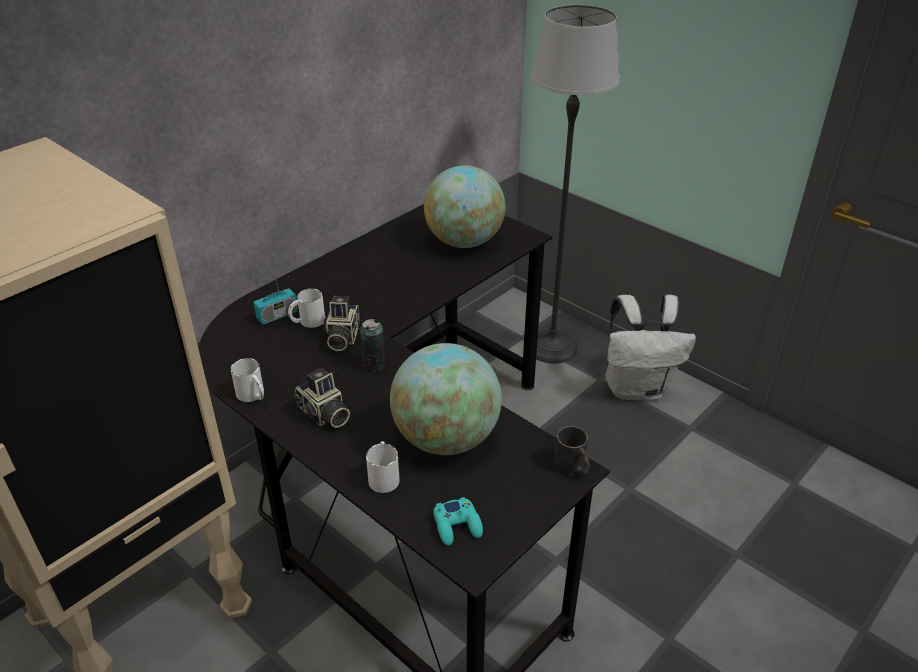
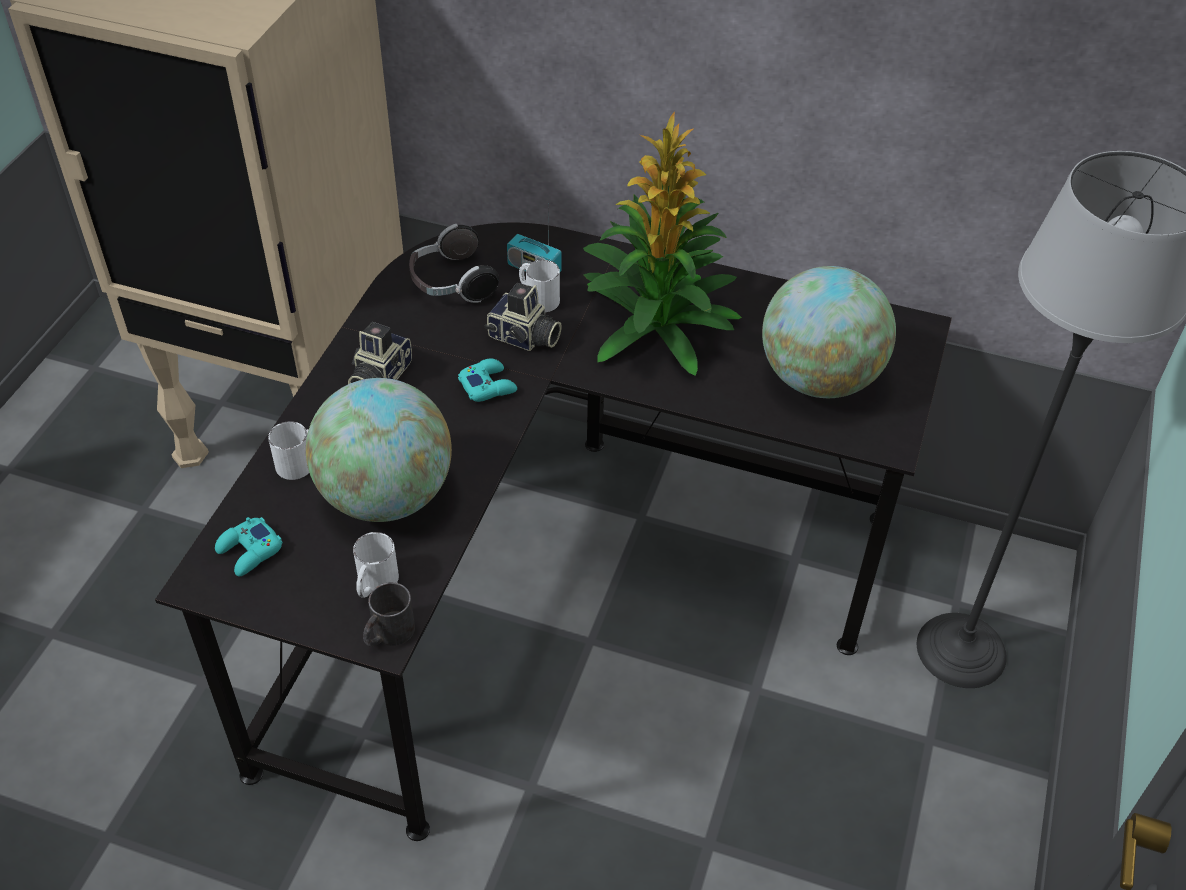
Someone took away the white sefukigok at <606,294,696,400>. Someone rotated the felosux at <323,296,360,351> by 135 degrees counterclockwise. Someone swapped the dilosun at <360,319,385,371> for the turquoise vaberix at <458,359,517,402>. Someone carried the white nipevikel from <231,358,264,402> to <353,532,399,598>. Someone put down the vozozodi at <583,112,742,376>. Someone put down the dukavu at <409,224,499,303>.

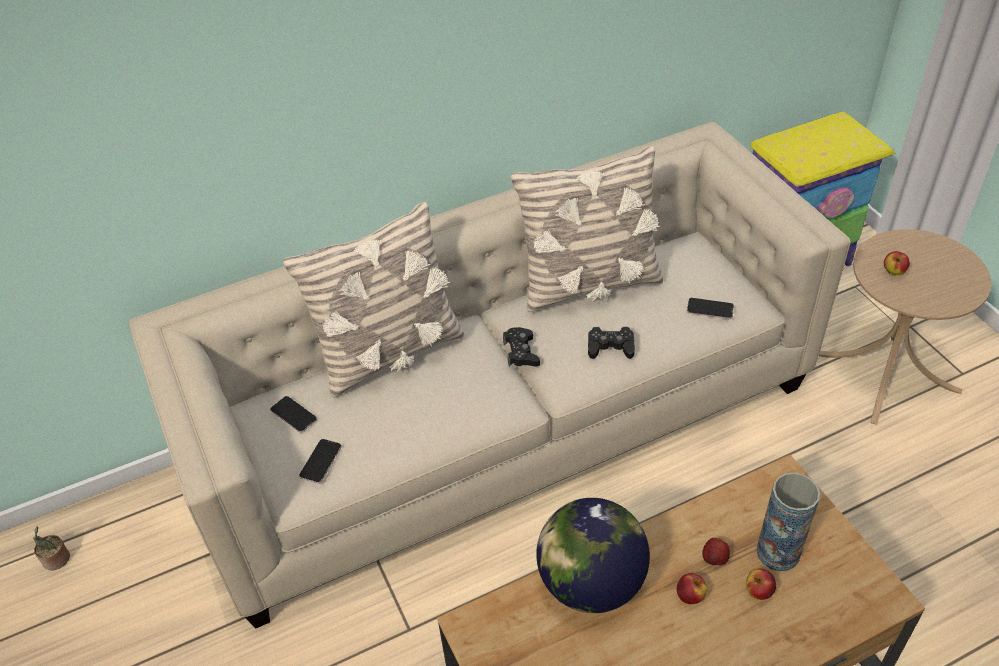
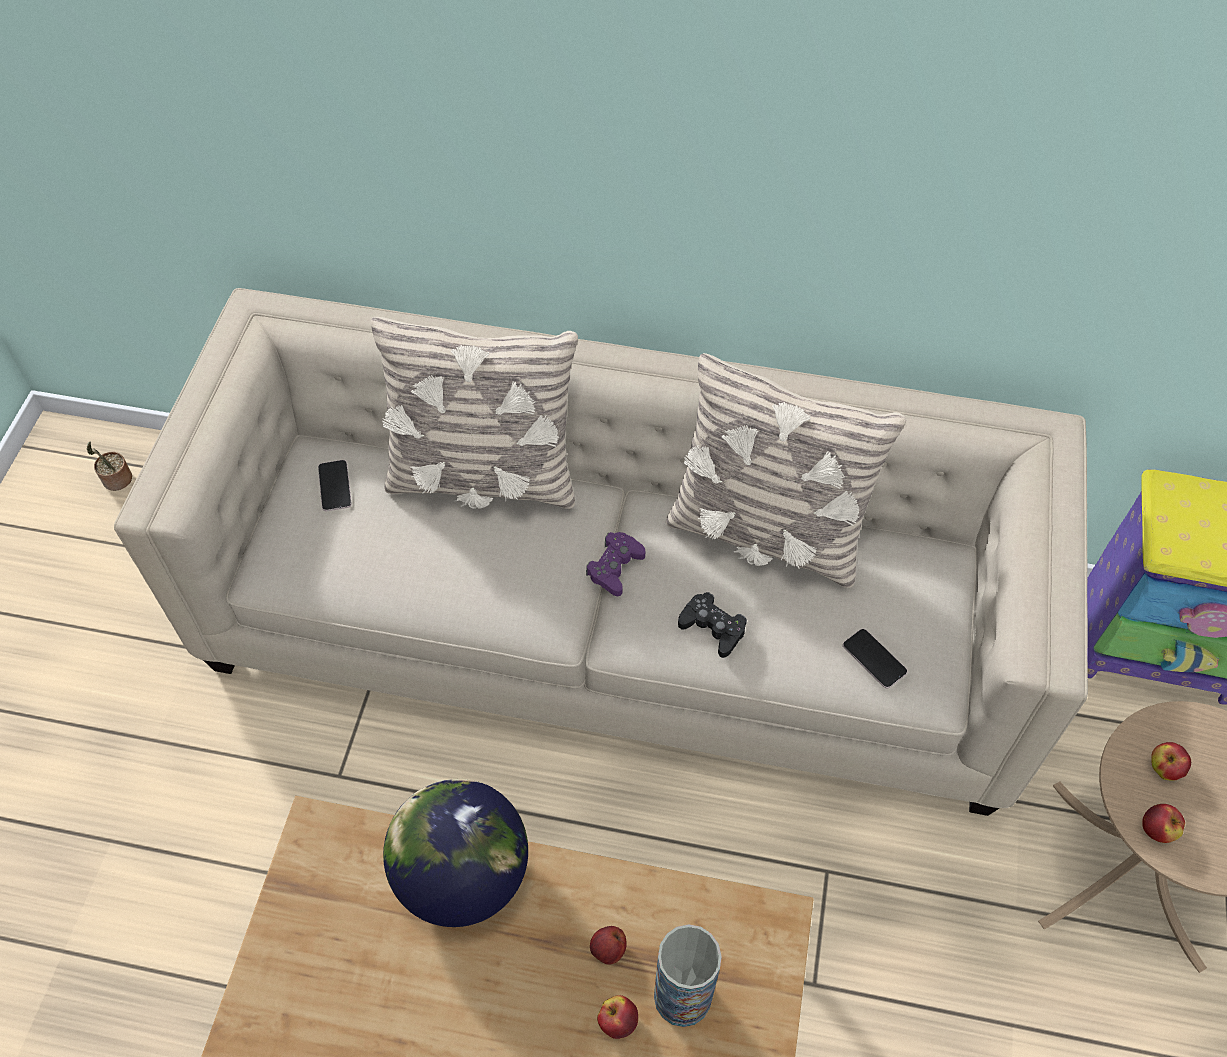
Someone repainted the black vaberix at <503,327,540,367>, which became the purple vaberix at <586,532,645,596>. Someone took away the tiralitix at <299,439,342,483>. Someone carried the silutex from <677,573,707,604> to <1142,804,1185,843>.

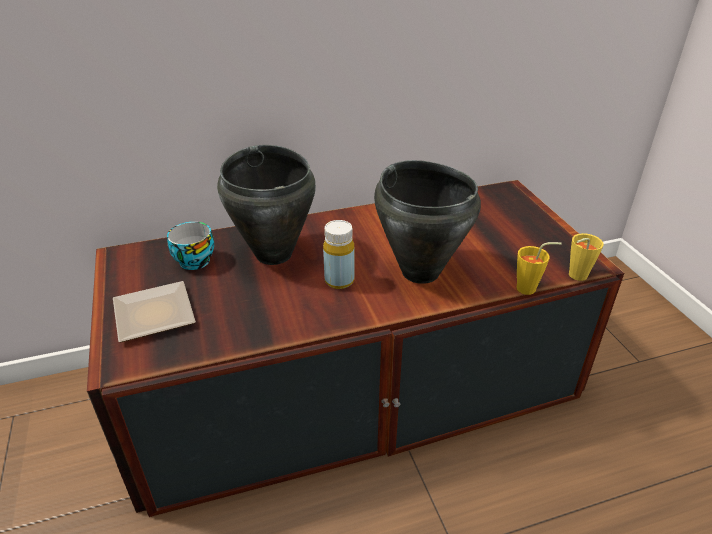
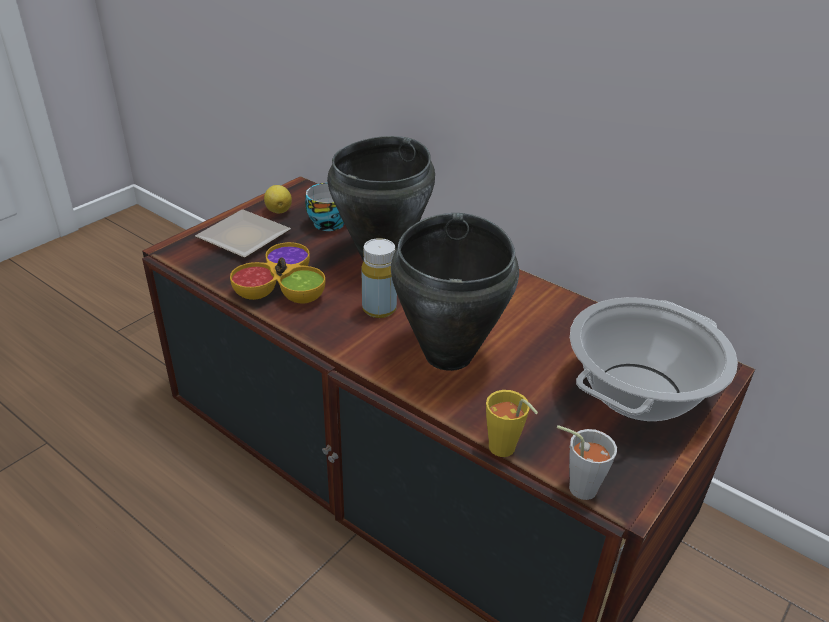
Someone repainted the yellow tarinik at <569,233,604,281>, which became the grey tarinik at <557,425,617,500>. Someone put down the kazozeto at <264,185,292,214>. Someone put down the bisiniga at <230,242,326,304>. Someone put down the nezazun at <570,297,738,421>.

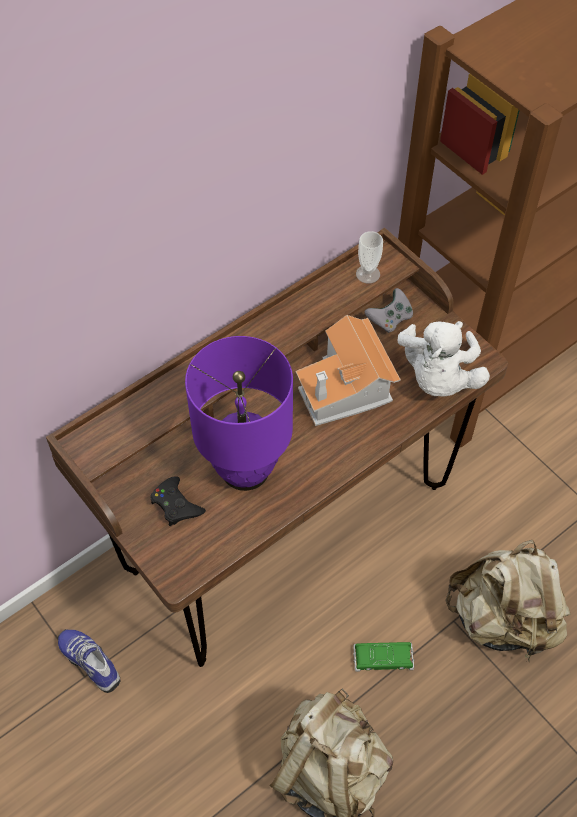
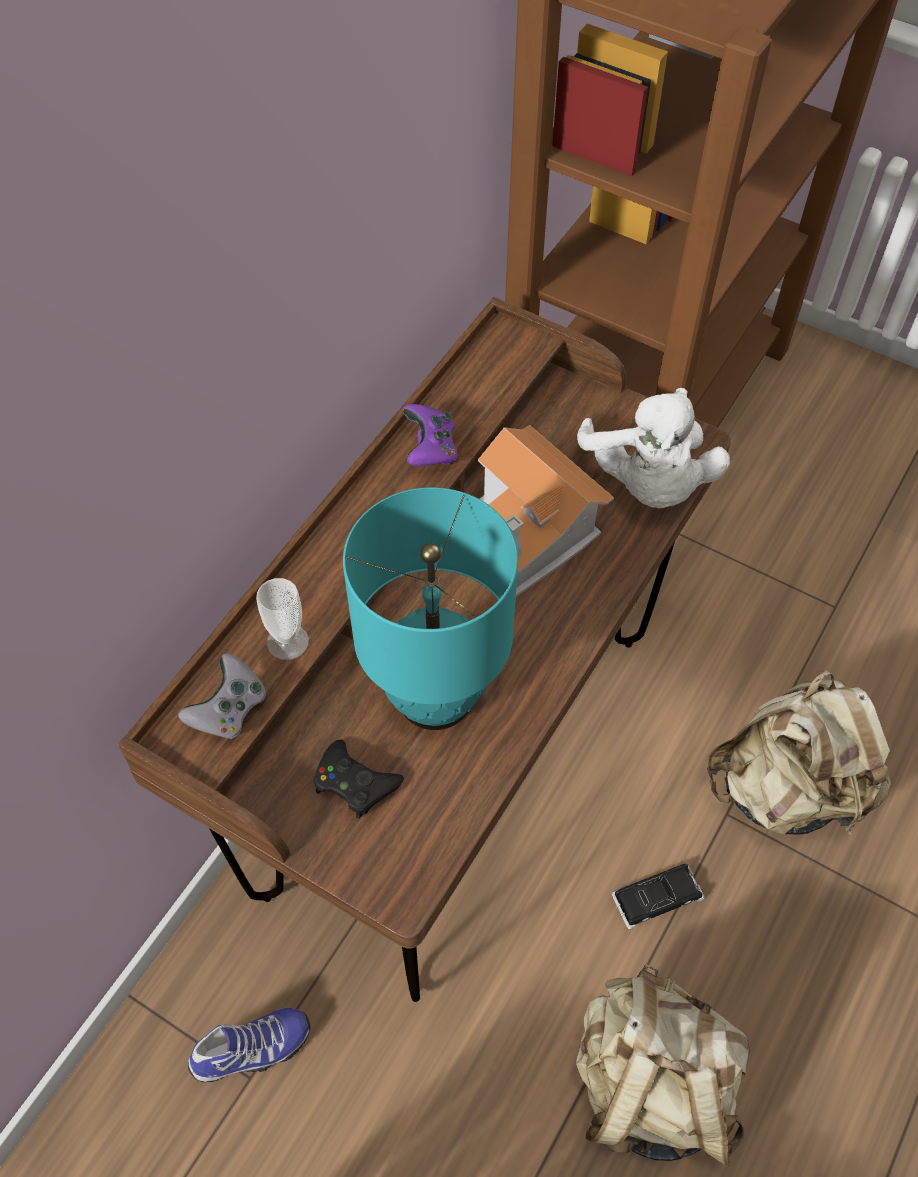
Someone carried the tarinik from <356,231,383,283> to <256,578,309,660>. Someone carried the grey vaberix from <365,288,413,333> to <178,653,266,739>. Someone repainted the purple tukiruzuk at <185,336,293,491>, which became the turquoise tukiruzuk at <343,487,518,730>. Someone rotated the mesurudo at <58,629,121,693> by 135 degrees clockwise. Someone repainted the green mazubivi at <353,642,414,672>, which became the black mazubivi at <612,863,704,929>. Someone put down the purple vaberix at <403,404,458,466>.

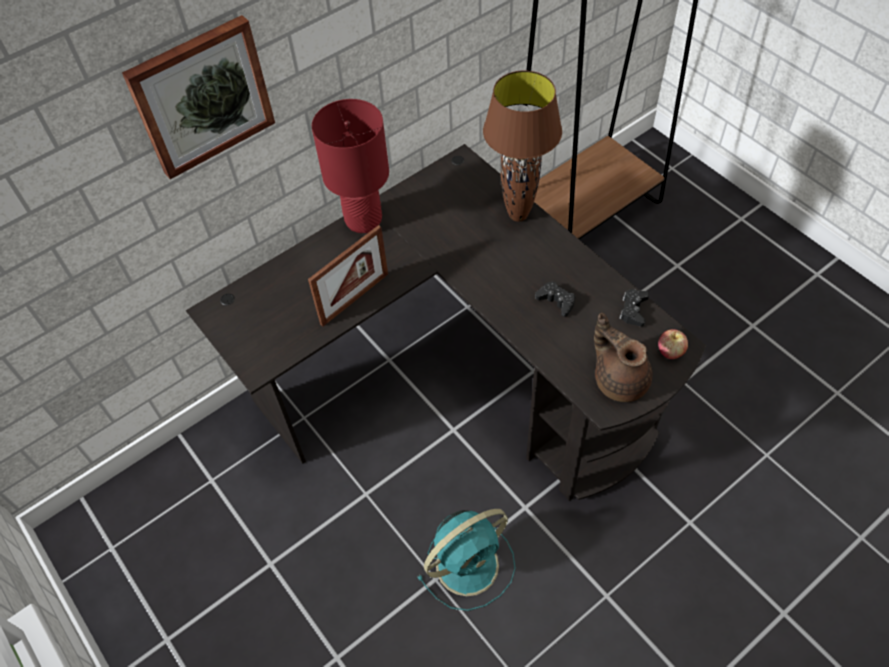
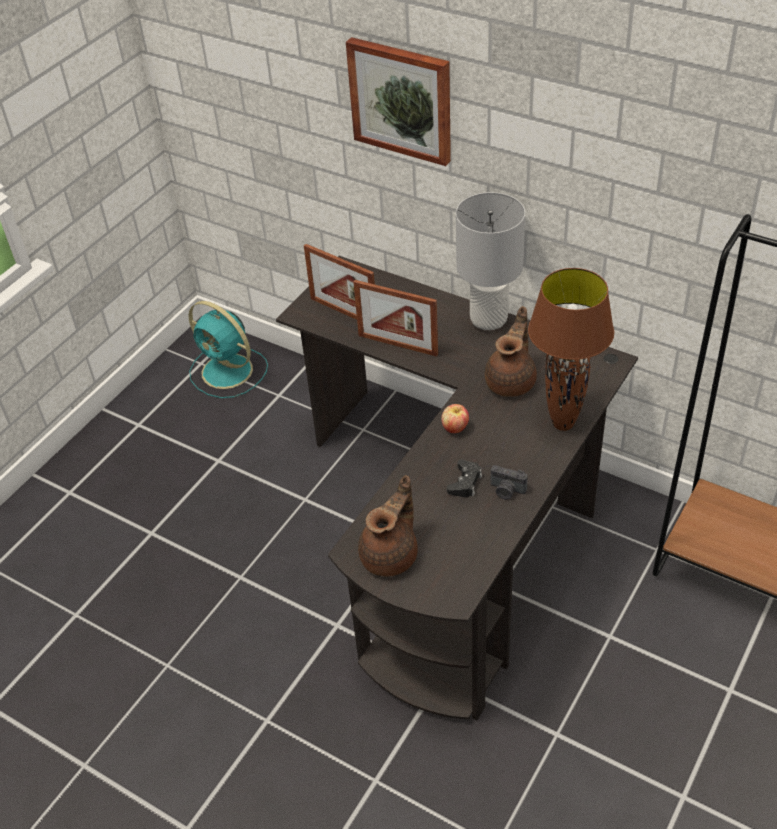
Someone repainted the red tukiruzuk at <312,99,389,233>, which became the grey tukiruzuk at <456,192,525,330>. Someone took away the black vaberix at <619,289,650,327>. Someone carried the silutex from <658,329,688,359> to <441,404,469,433>. Someone carried the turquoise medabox from <417,509,515,611> to <189,301,268,398>. Someone put down the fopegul at <304,244,375,320>. Someone put down the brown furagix at <485,306,537,397>. Someone put down the felosux at <491,465,528,500>.

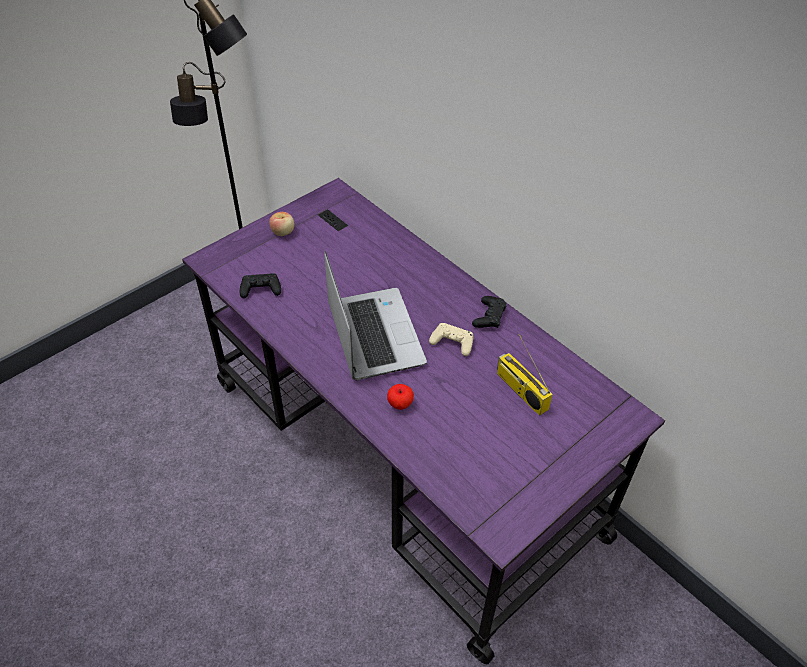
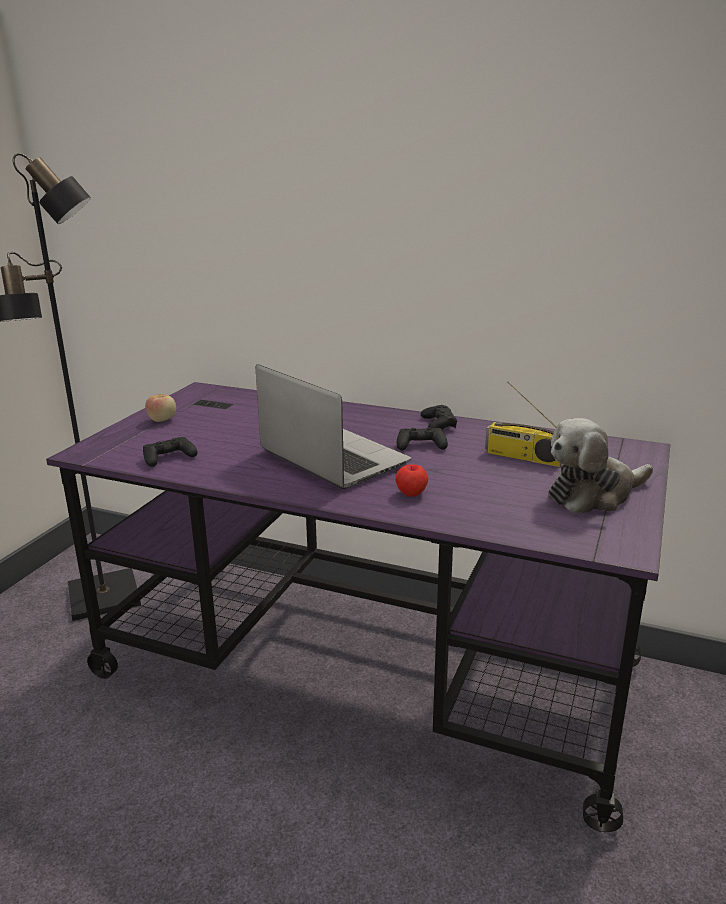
Someone repainted the beige vaberix at <429,323,473,356>, which became the black vaberix at <397,427,448,450>. Someone put down the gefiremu at <548,418,653,513>.

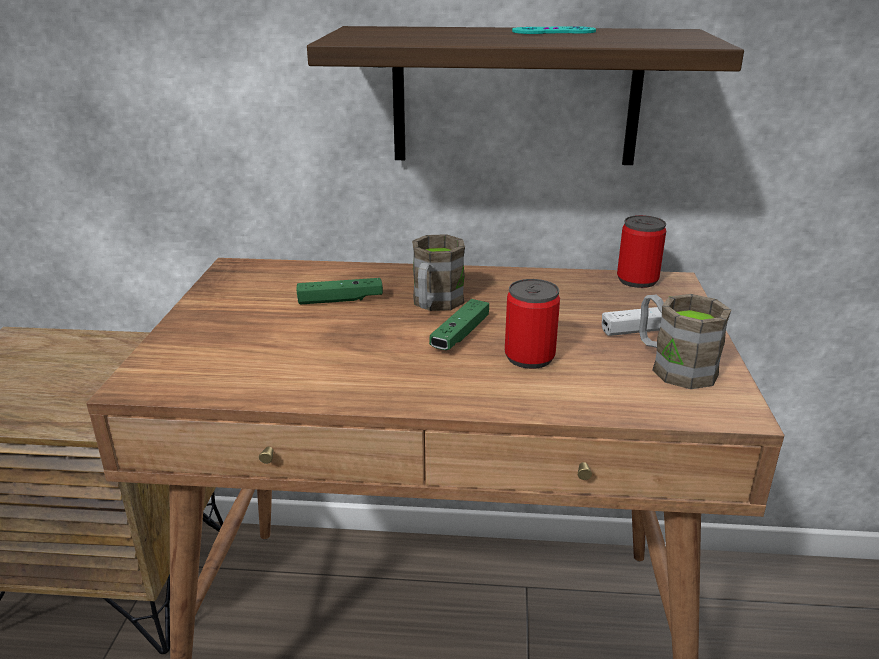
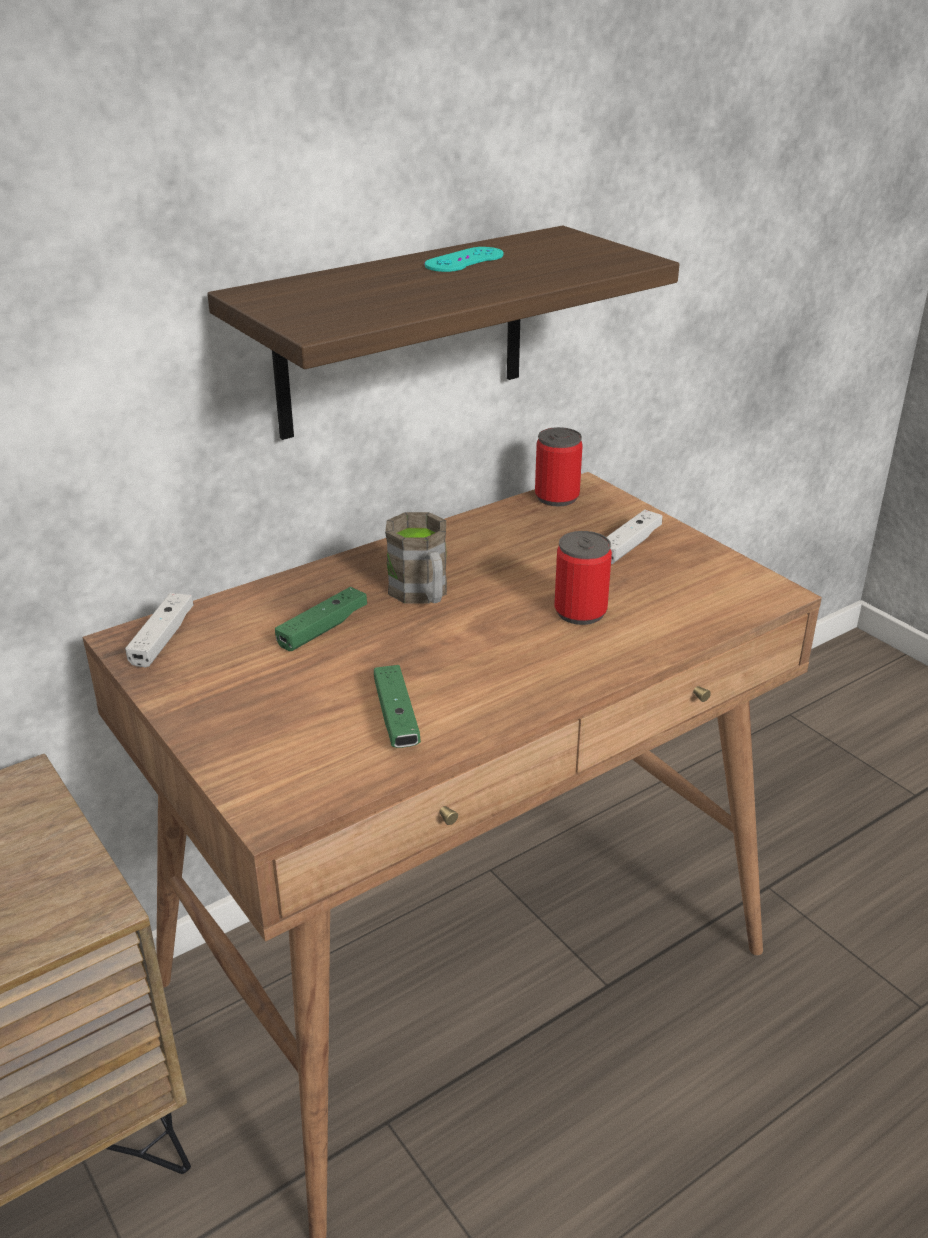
Someone took away the brown nipevikel at <639,294,731,389>. Someone carried the green vaberix from <429,299,489,350> to <374,665,421,748>. Someone put down the white vaberix at <125,593,194,667>.

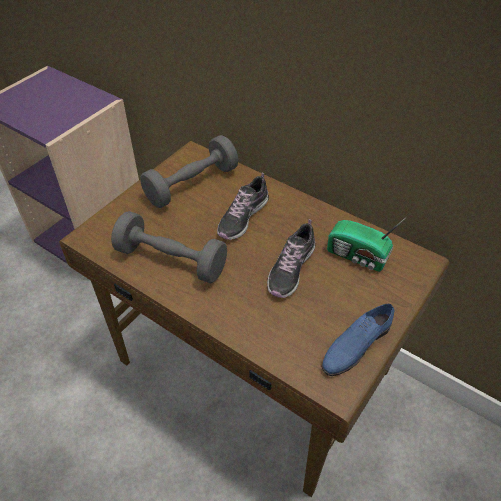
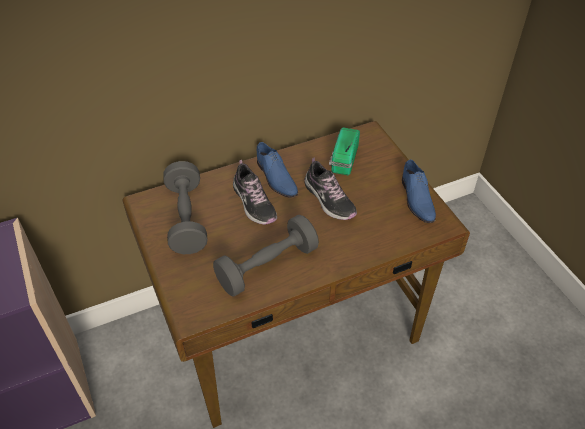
Someone rotated the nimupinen at <327,219,404,272> by 135 degrees clockwise. Someone put down the blue mesurudo at <257,142,298,198>.

